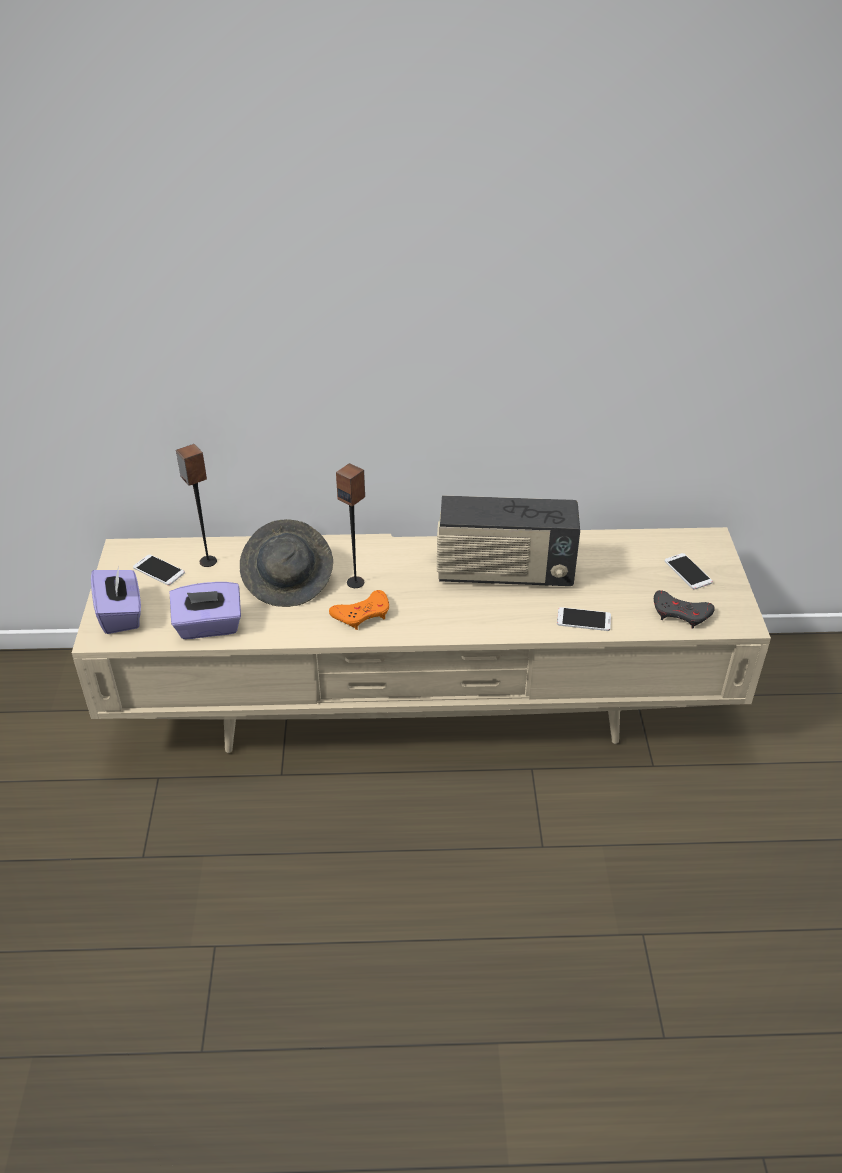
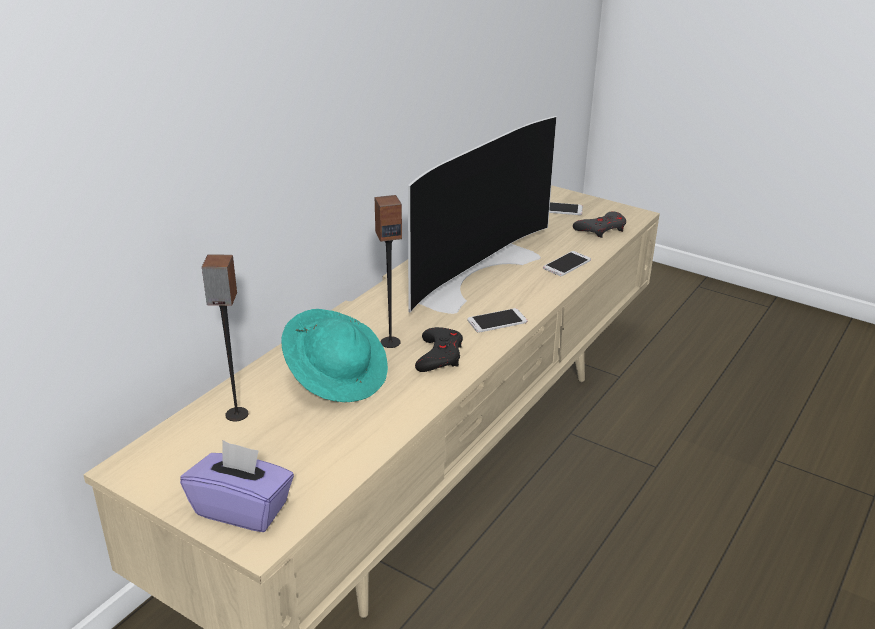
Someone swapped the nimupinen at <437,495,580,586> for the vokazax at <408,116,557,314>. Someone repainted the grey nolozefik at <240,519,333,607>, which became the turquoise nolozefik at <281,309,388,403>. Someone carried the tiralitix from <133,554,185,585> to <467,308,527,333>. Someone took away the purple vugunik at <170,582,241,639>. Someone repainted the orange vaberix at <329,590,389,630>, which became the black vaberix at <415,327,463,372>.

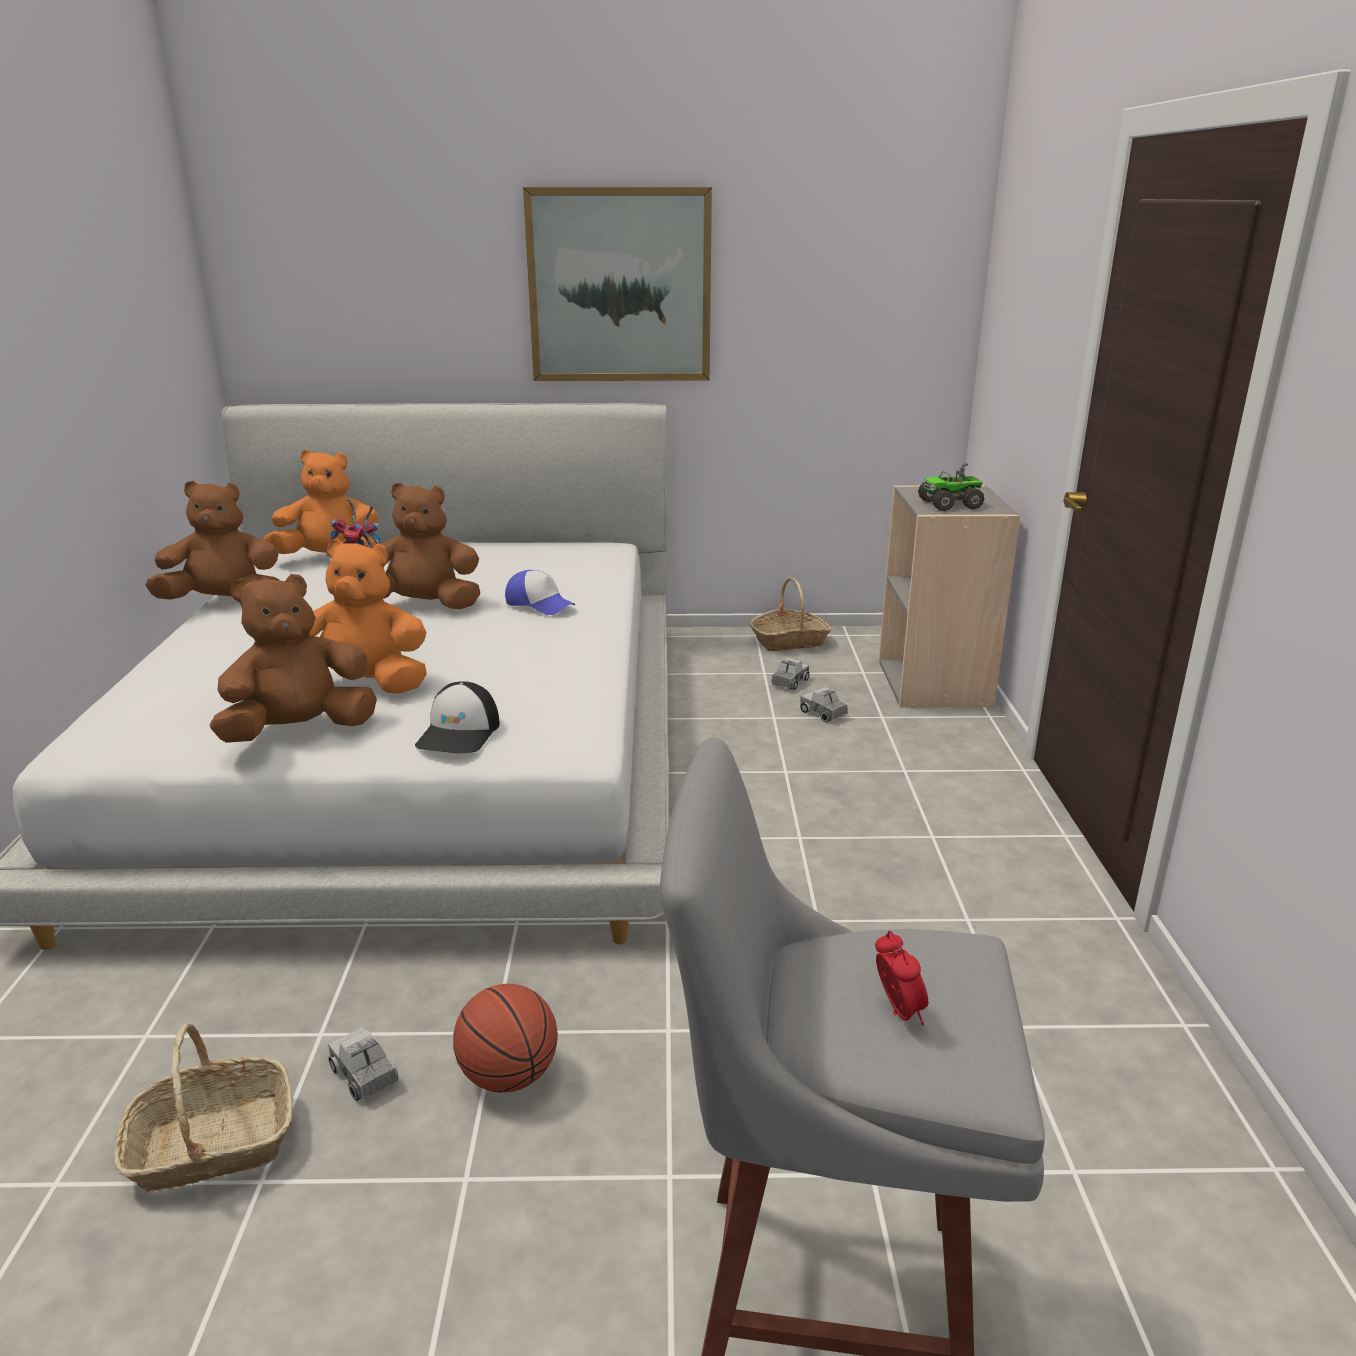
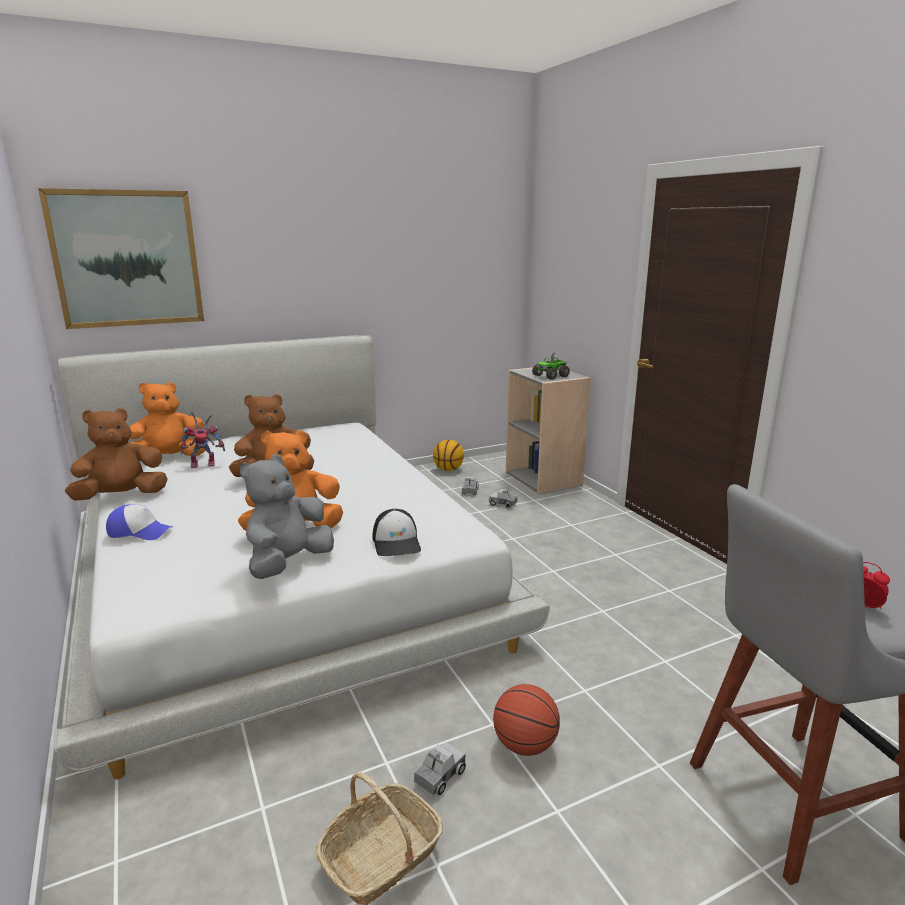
Someone carried the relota from <523,187,712,381> to <38,188,204,329>. Someone carried the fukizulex from <505,570,575,615> to <106,504,172,540>. Someone repainted the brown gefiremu at <209,574,377,743>, which became the grey gefiremu at <240,455,334,579>. Someone swapped the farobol at <750,577,832,651> for the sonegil at <433,440,464,471>. Someone rotated the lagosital at <328,1027,398,1101> by 105 degrees clockwise.

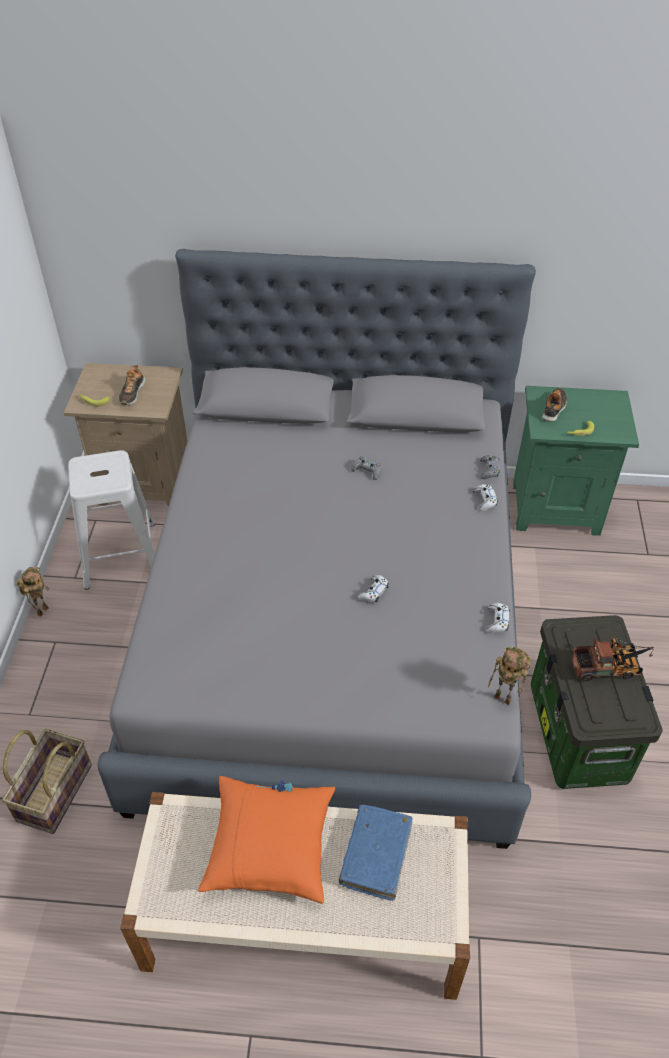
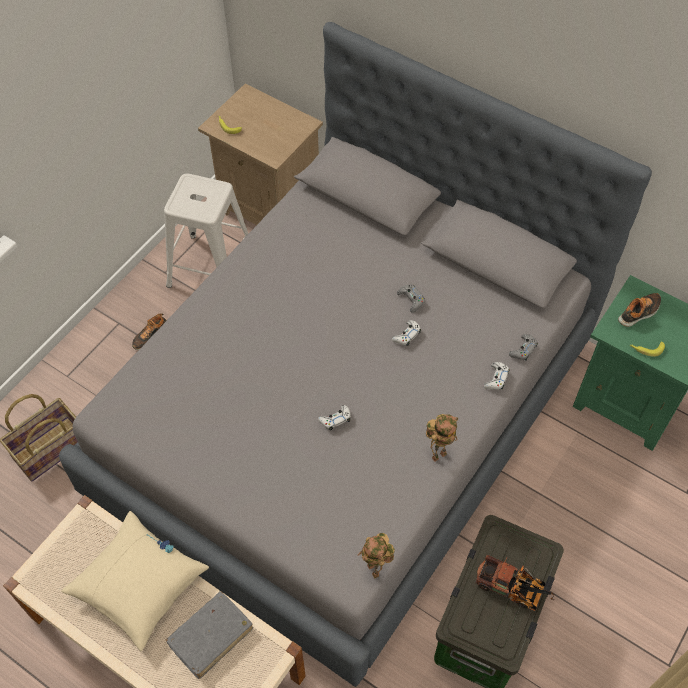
Someone carried the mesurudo from <119,365,146,405> to <132,313,167,350>. Someone carried the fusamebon from <17,567,49,617> to <426,414,458,462>. Someone carried the white vaberix from <486,603,510,633> to <392,320,421,346>. Someone repainted the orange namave at <198,776,335,904>, which became the beige namave at <61,511,209,651>. Someone repainted the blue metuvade at <339,805,413,901>, which became the grey metuvade at <166,591,253,679>.

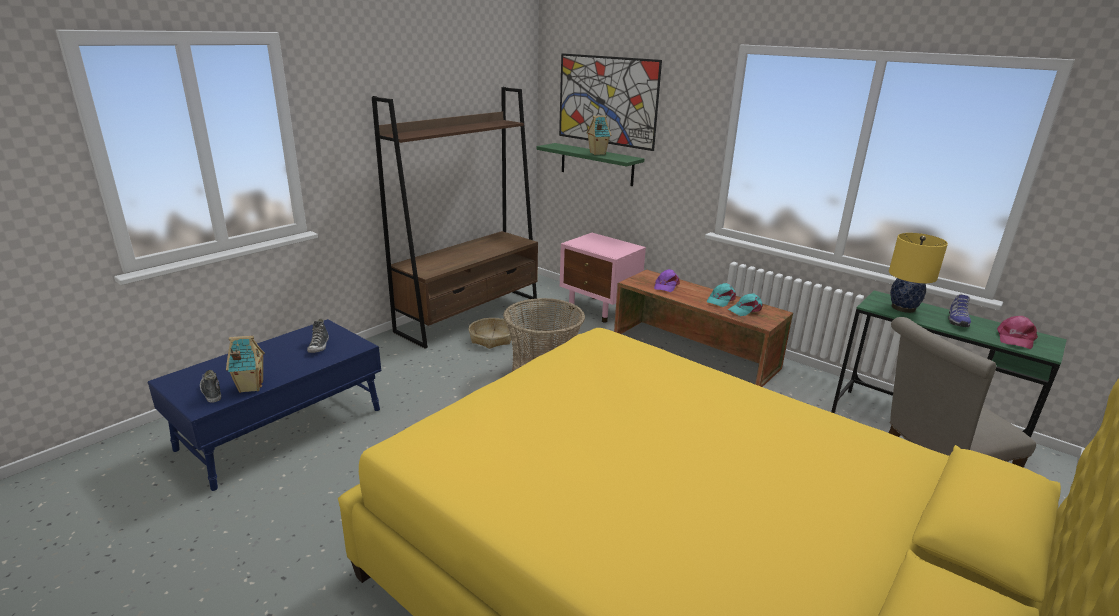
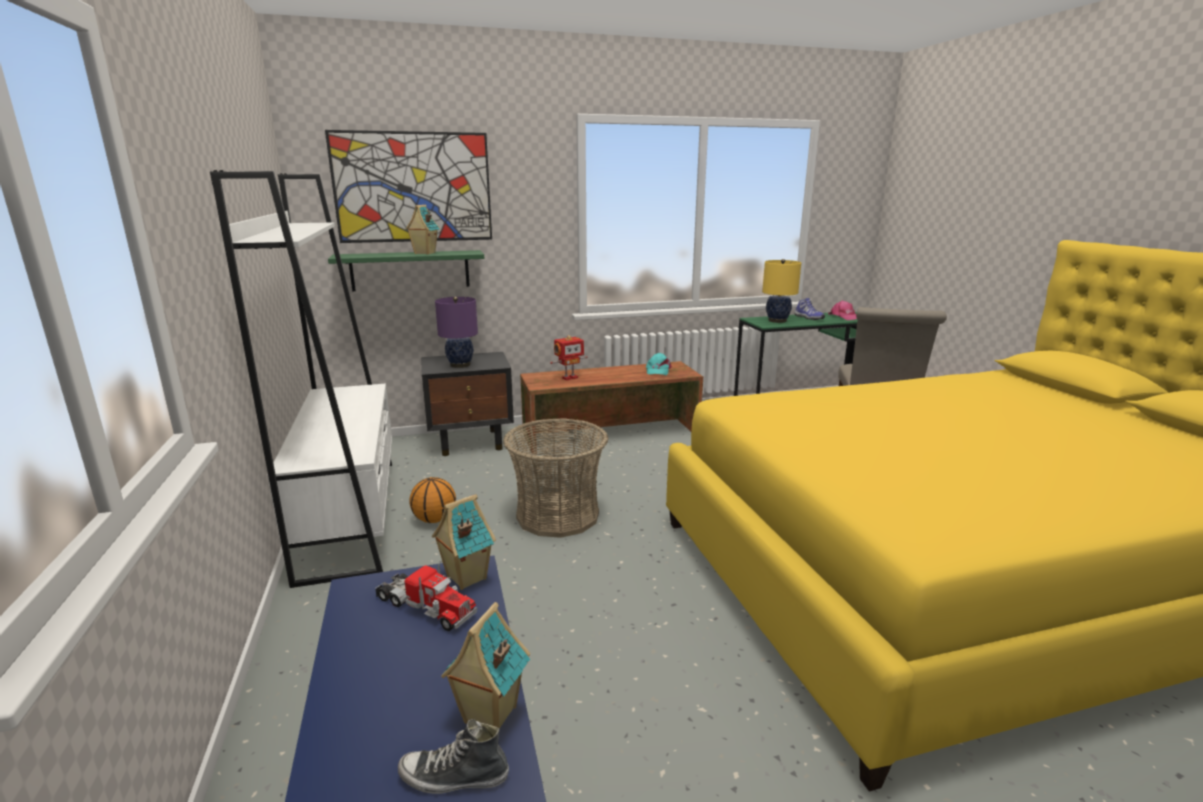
Someone repainted the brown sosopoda at <372,87,538,349>, which became the white sosopoda at <210,170,392,588>. Someone repainted the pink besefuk at <560,233,646,323>, which became the black besefuk at <421,352,514,456>. Someone swapped the purple fukizulex at <654,269,680,292> for the fusamebon at <550,335,587,380>. Someone took away the turquoise fukizulex at <706,283,736,307>. Someone swapped the farobol at <469,318,511,349> for the sonegil at <409,477,456,523>. Someone swapped the mesurudo at <307,319,329,353> for the lagosital at <375,564,477,631>. Someone put down the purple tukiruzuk at <435,297,478,368>. Someone put down the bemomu at <432,494,496,590>.

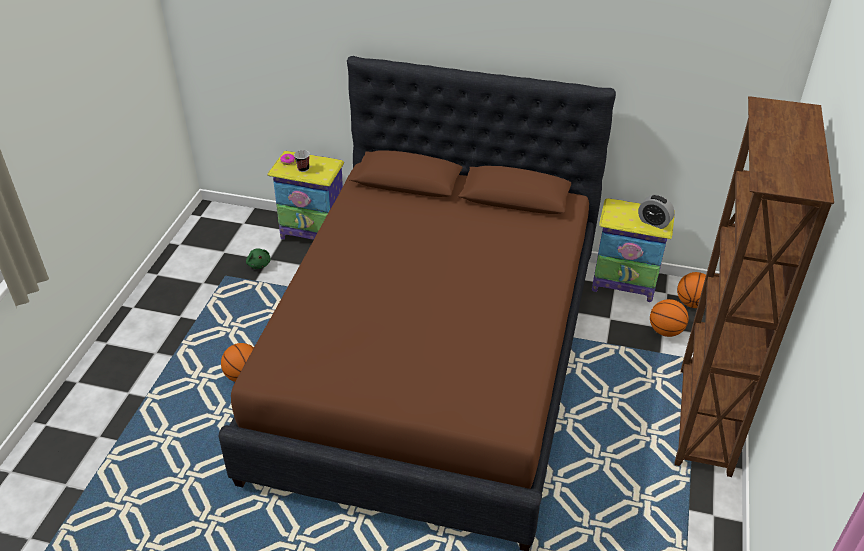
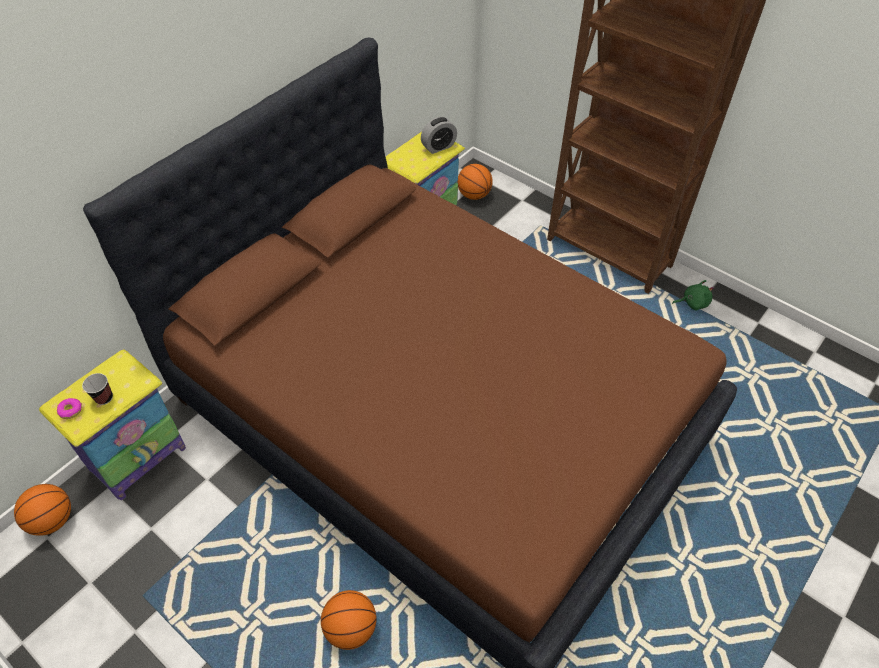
Someone carried the green gefiremu from <246,248,271,269> to <672,280,714,311>. Someone carried the sonegil from <650,299,689,337> to <14,484,71,536>.

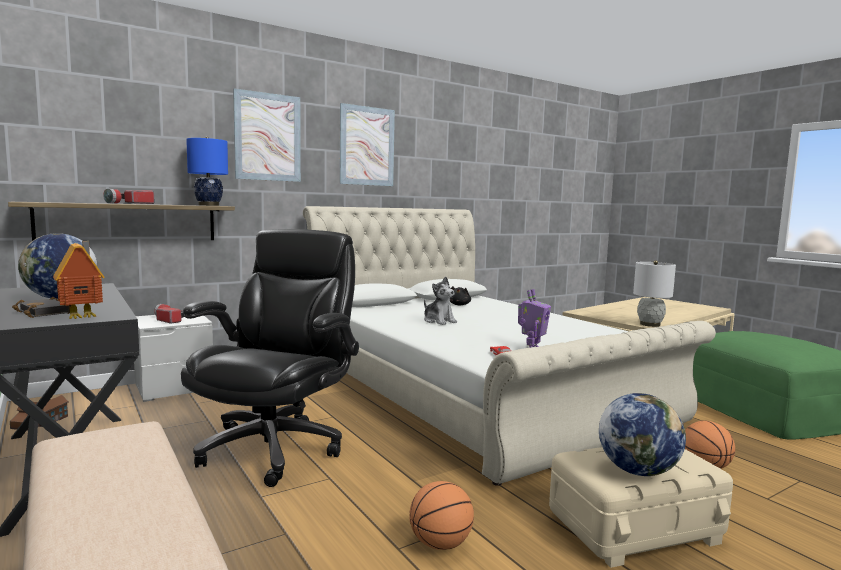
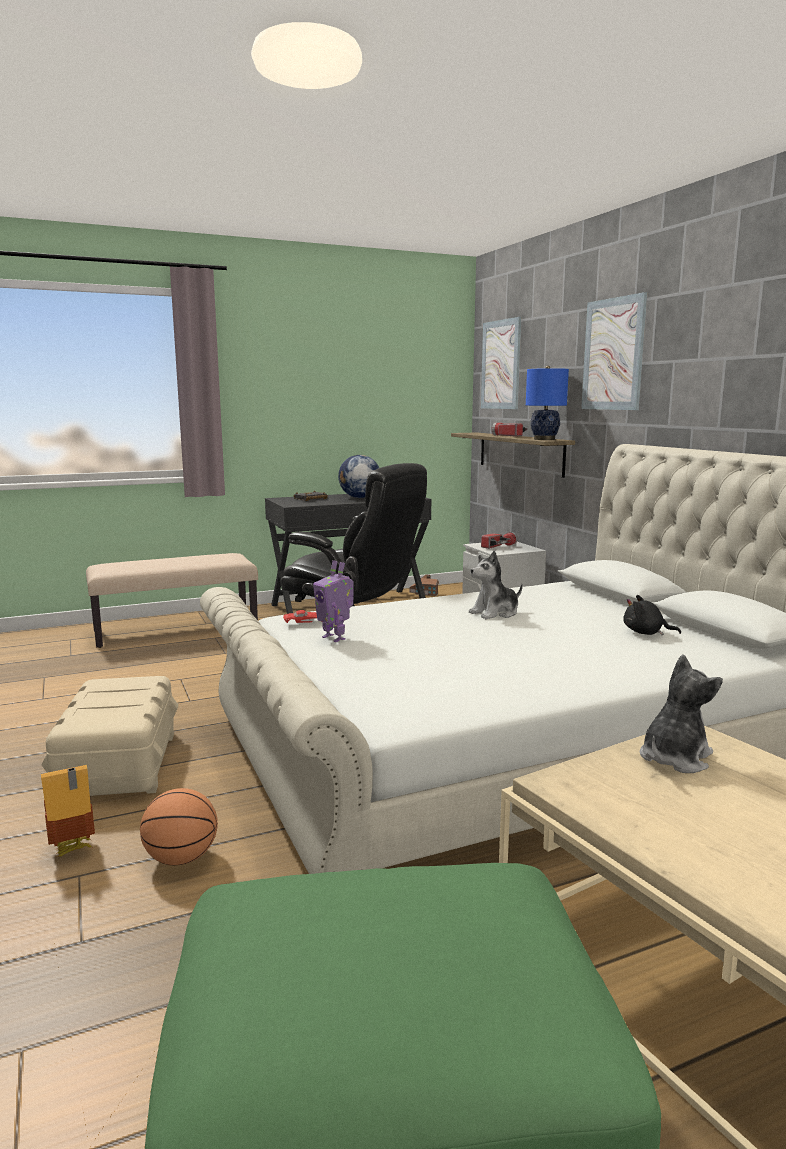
Someone carried the relota from <339,103,395,186> to <481,317,521,409>. Someone carried the bemomu from <53,241,105,319> to <41,765,95,857>. Someone took away the white tukiruzuk at <633,260,676,327>. Someone took away the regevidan at <599,393,686,476>. Someone took away the sonegil at <409,481,474,550>. Someone put down the gefiremu at <640,654,723,773>.

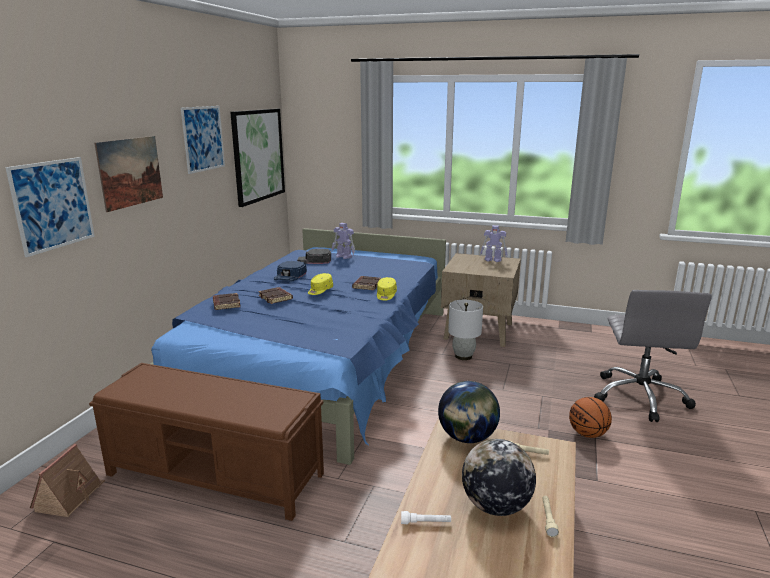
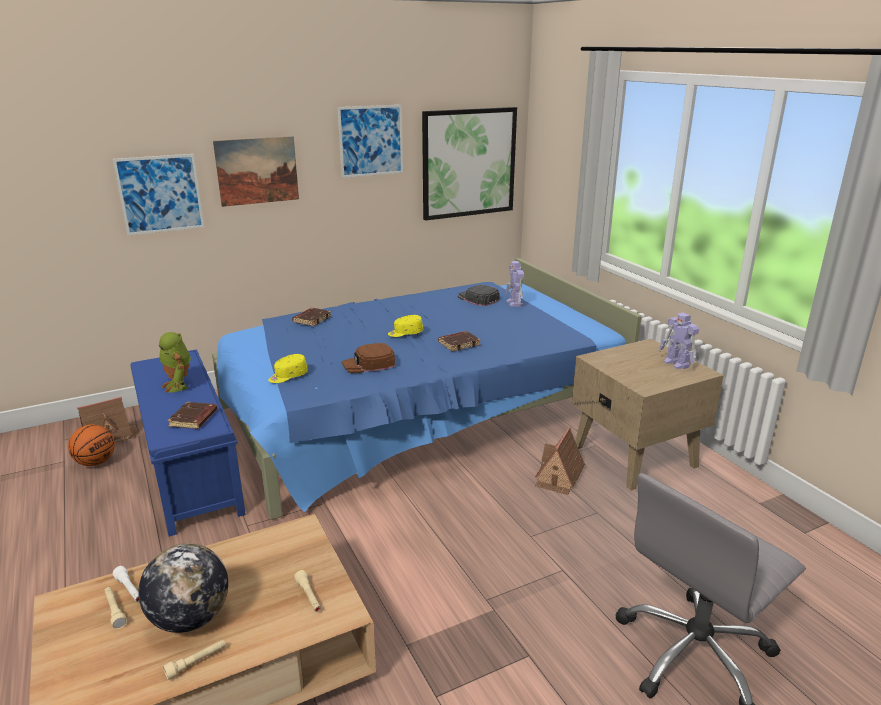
Someone took away the blue fukizulex at <274,261,307,282>. Someone carried the yellow fukizulex from <377,277,397,300> to <268,354,308,383>. Someone carried the brown metuvade from <258,287,293,304> to <168,402,217,429>. Someone swapped the white tukiruzuk at <448,300,483,360> for the bemomu at <535,427,585,495>. Someone repainted the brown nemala at <89,363,324,521>, which became the blue nemala at <130,349,246,537>. Someone took away the regevidan at <438,381,500,443>. Someone carried the sonegil from <569,397,612,438> to <68,424,115,466>. Someone put down the fusamebon at <159,332,191,393>. Someone put down the brown fukizulex at <341,343,395,373>. Someone put down the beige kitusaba at <104,587,127,629>.

